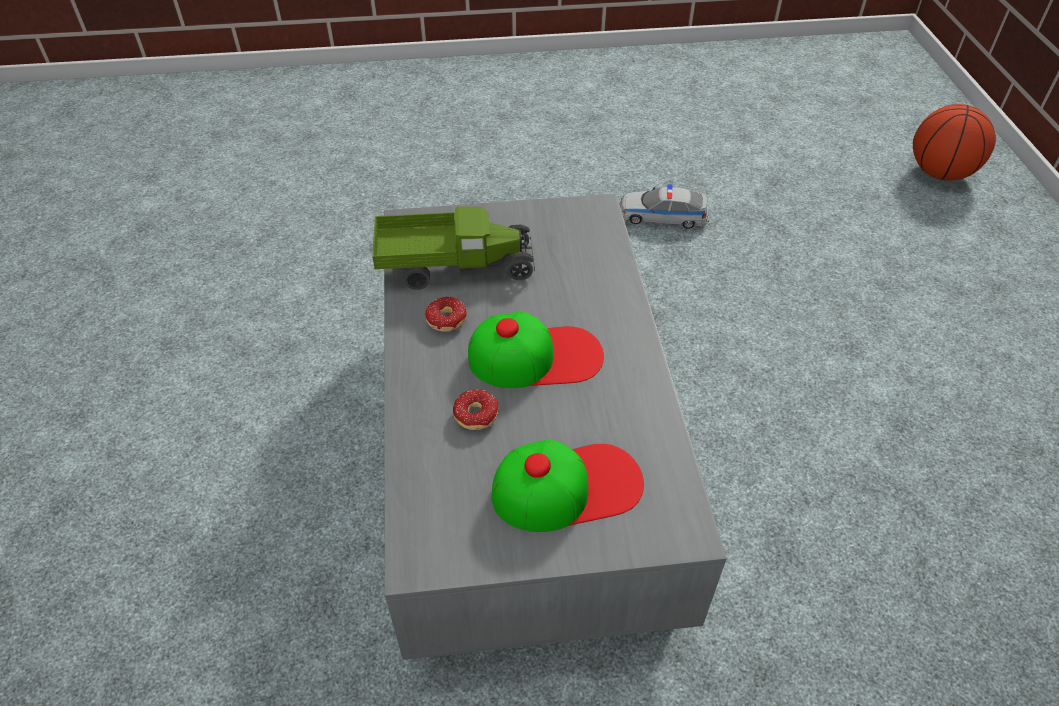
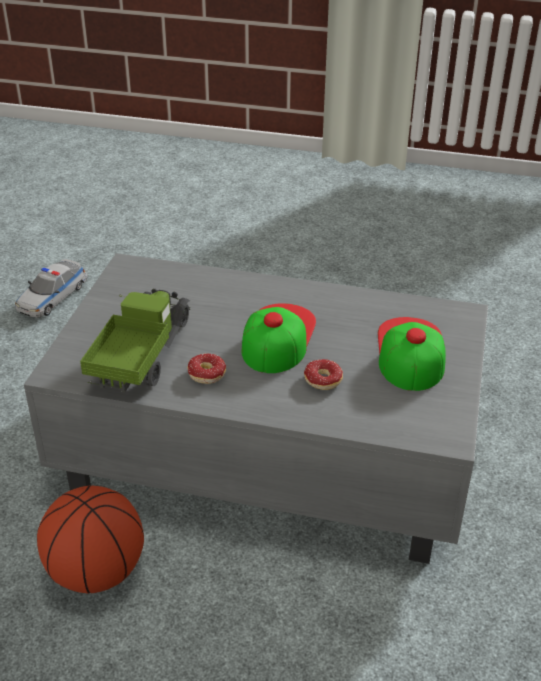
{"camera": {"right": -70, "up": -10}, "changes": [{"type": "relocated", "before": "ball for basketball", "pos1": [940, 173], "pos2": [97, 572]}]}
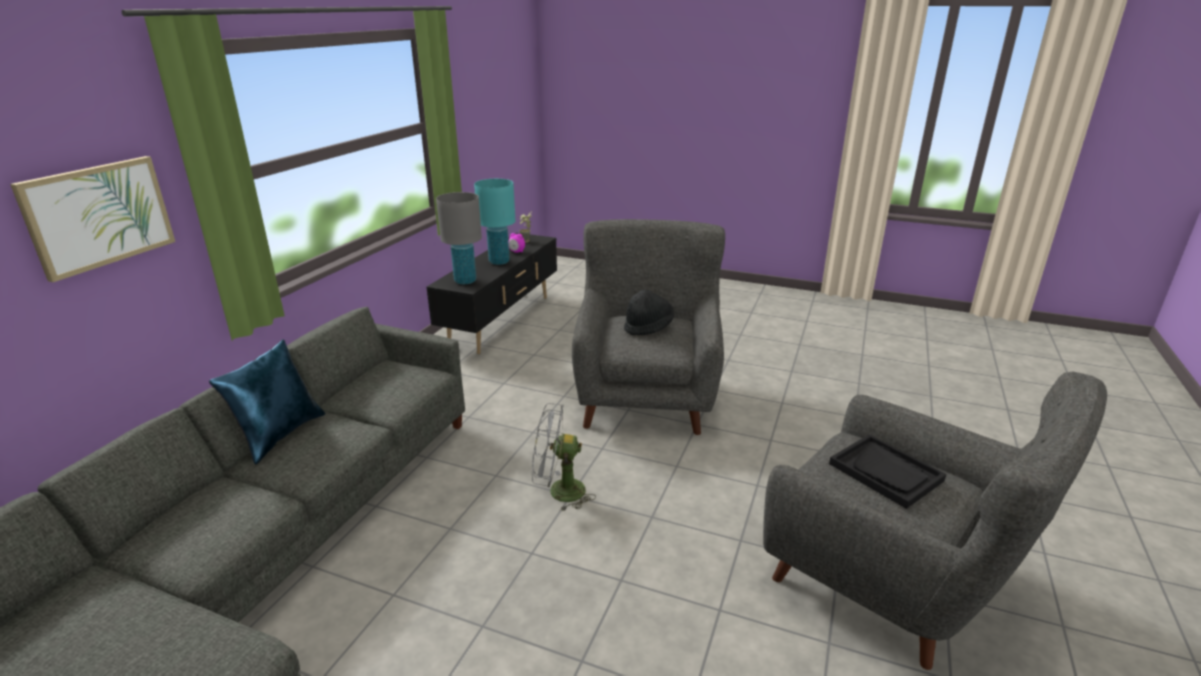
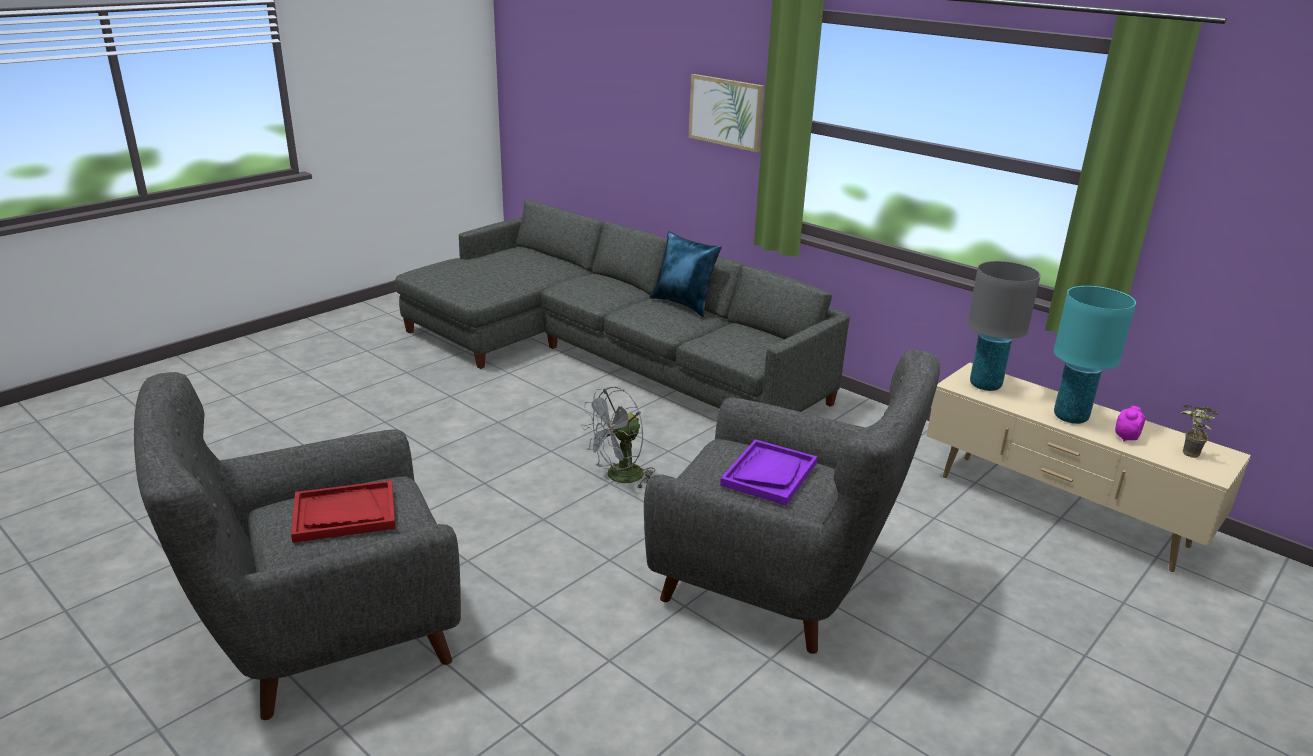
{"camera": {"right": 110, "up": 0}, "changes": [{"type": "colour", "before": "carrying tray/black-coloured", "after": "carrying tray/red-coloured", "pos1": [886, 472], "pos2": [344, 514]}, {"type": "spun", "before": "electric fan/greyish", "pos1": [559, 492], "pos2": [619, 477], "turn": -150}, {"type": "exchanged", "before": "clothing hat/black-coloured", "after": "carrying tray/purple-coloured", "pos1": [648, 327], "pos2": [769, 474]}, {"type": "colour", "before": "tv unit/black-coloured", "after": "tv unit/beige-coloured", "pos1": [502, 321], "pos2": [1060, 511]}]}
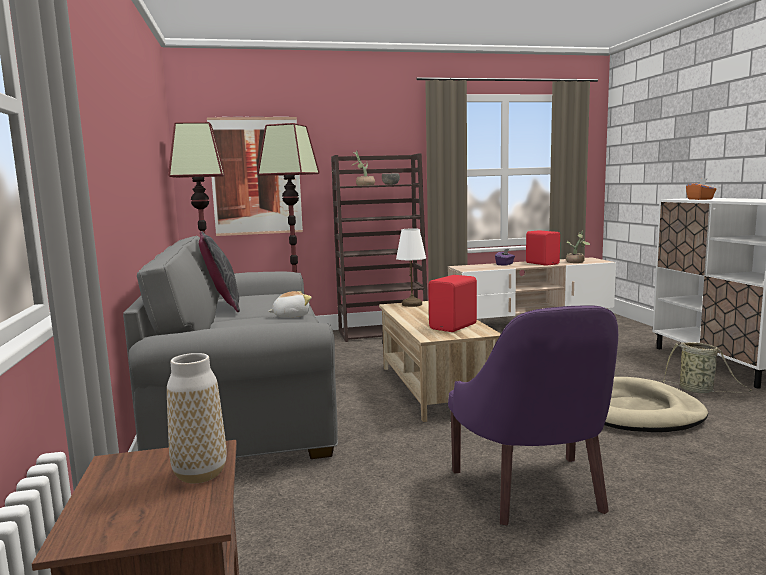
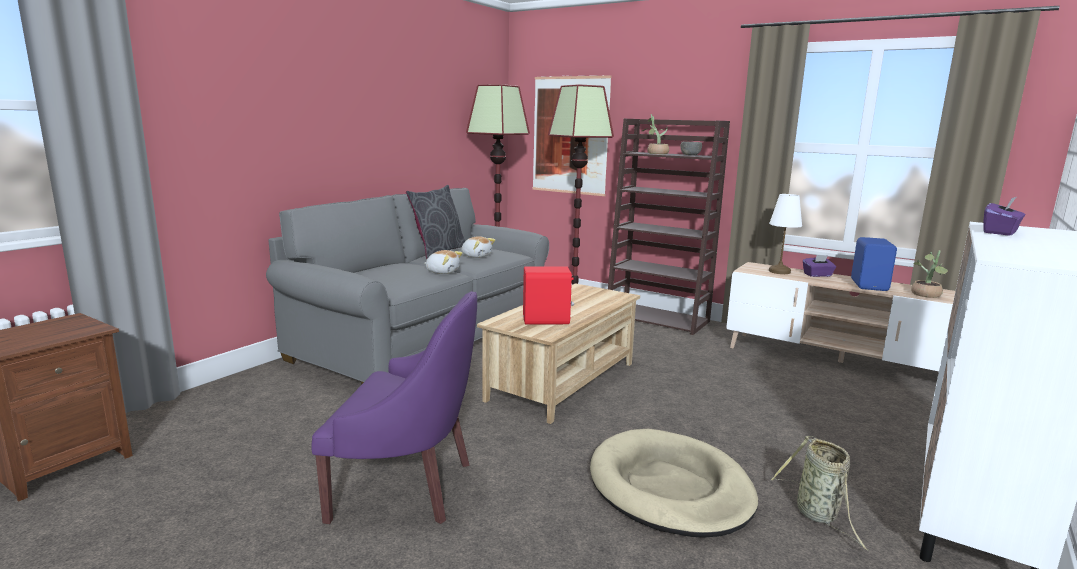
{"camera": {"right": 45, "up": 5}, "changes": [{"type": "spun", "before": "armchair/purple-coloured", "pos1": [533, 490], "pos2": [407, 486], "turn": -120}, {"type": "appeared", "after": "cuddly toy", "pos2": [476, 256]}, {"type": "relocated", "before": "tabletop lamp/whitish", "pos1": [412, 304], "pos2": [779, 271]}, {"type": "colour", "before": "speaker/red-coloured", "after": "speaker/blue-coloured", "pos1": [542, 263], "pos2": [870, 285]}, {"type": "colour", "before": "tissue box/orange", "after": "tissue box/purple-coloured", "pos1": [700, 199], "pos2": [1000, 232]}, {"type": "missing", "before": "vase", "pos1": [200, 474]}]}
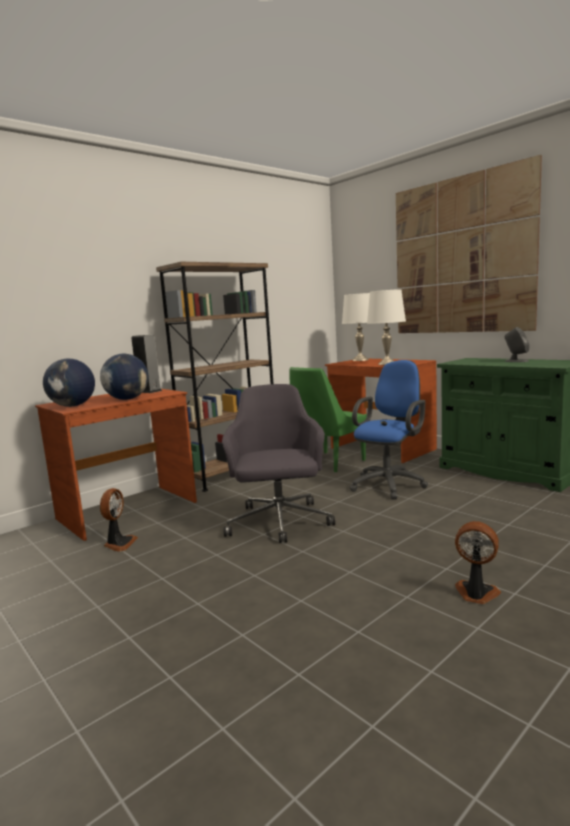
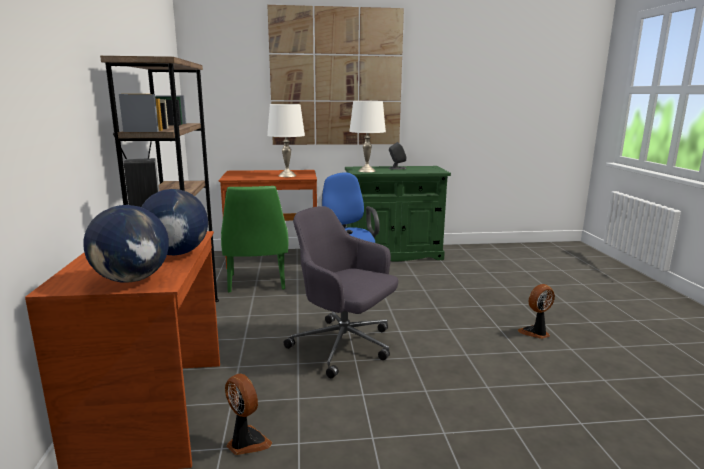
{"camera": {"right": -55, "up": 5}, "changes": [{"type": "relocated", "before": "tabletop lamp/whitish", "pos1": [360, 360], "pos2": [367, 171]}]}
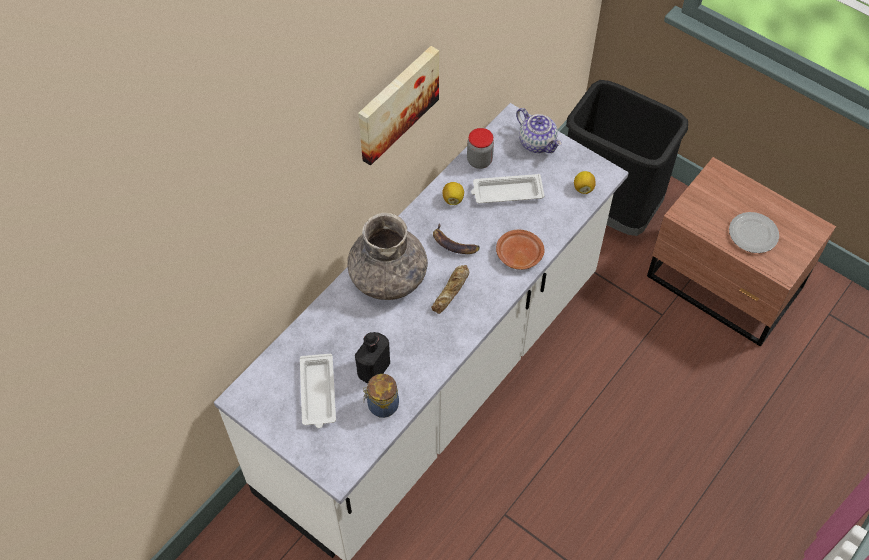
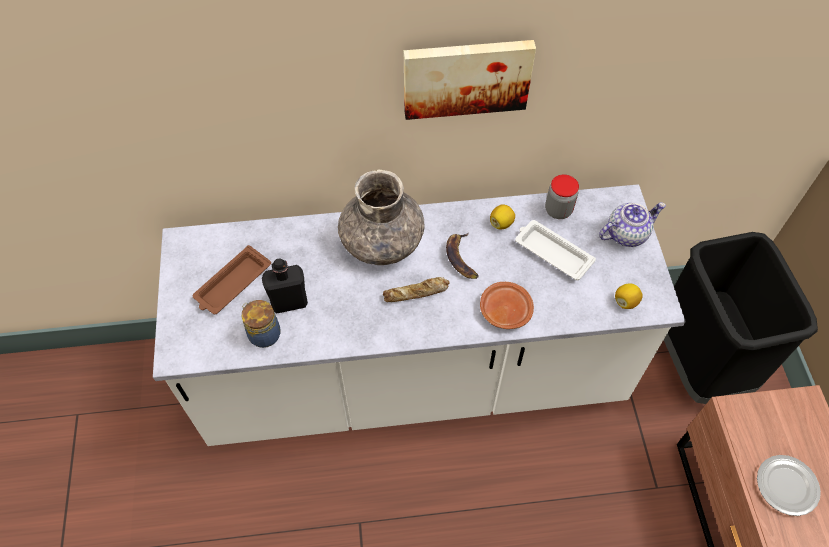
{"camera": {"right": 45, "up": 0}, "changes": [{"type": "colour", "before": "carrying tray/whitish", "after": "carrying tray/brownish", "pos1": [318, 393], "pos2": [232, 284]}, {"type": "spun", "before": "pot for tea", "pos1": [537, 143], "pos2": [626, 233], "turn": -120}]}
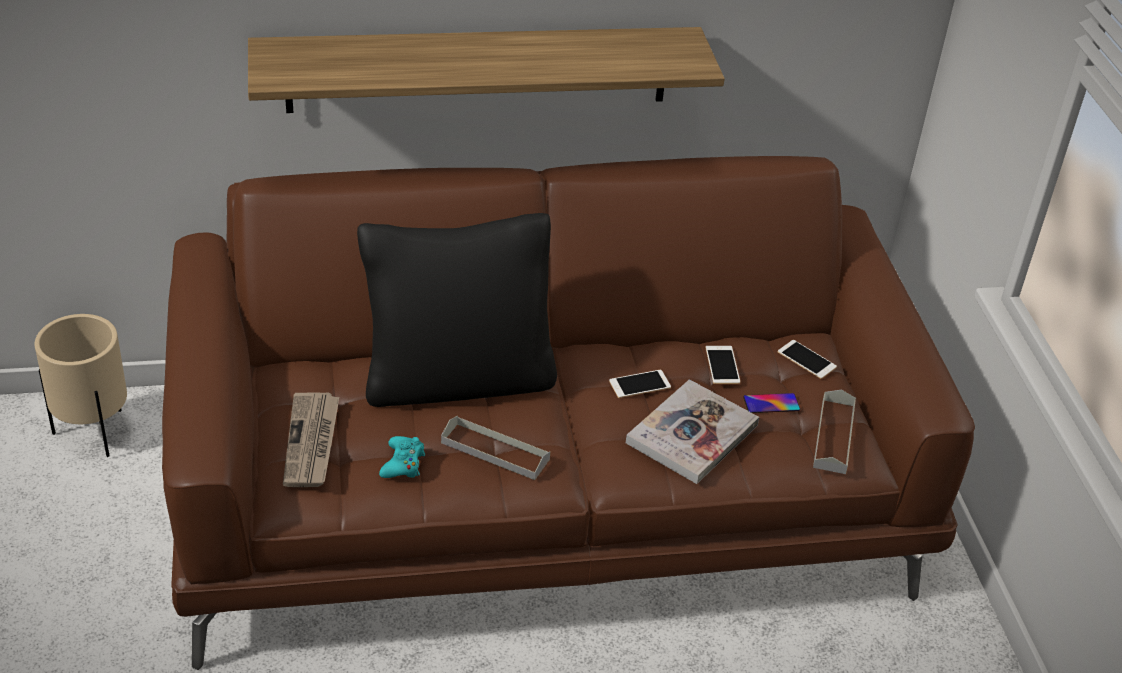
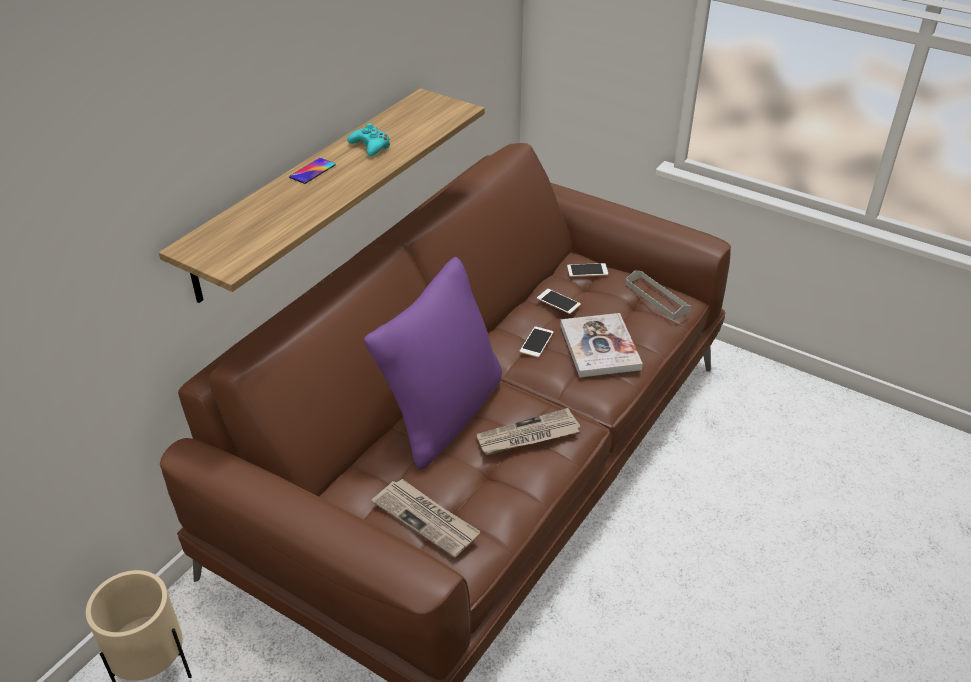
{"camera": {"right": -45, "up": 0}, "changes": [{"type": "relocated", "before": "telephone", "pos1": [771, 403], "pos2": [312, 171]}, {"type": "relocated", "before": "gamepad/turquoise", "pos1": [403, 463], "pos2": [370, 146]}, {"type": "colour", "before": "throw pillow/black-coloured", "after": "throw pillow/purple-coloured", "pos1": [458, 379], "pos2": [442, 415]}, {"type": "exchanged", "before": "carrying tray/greyish", "after": "newspaper", "pos1": [495, 451], "pos2": [527, 436]}]}
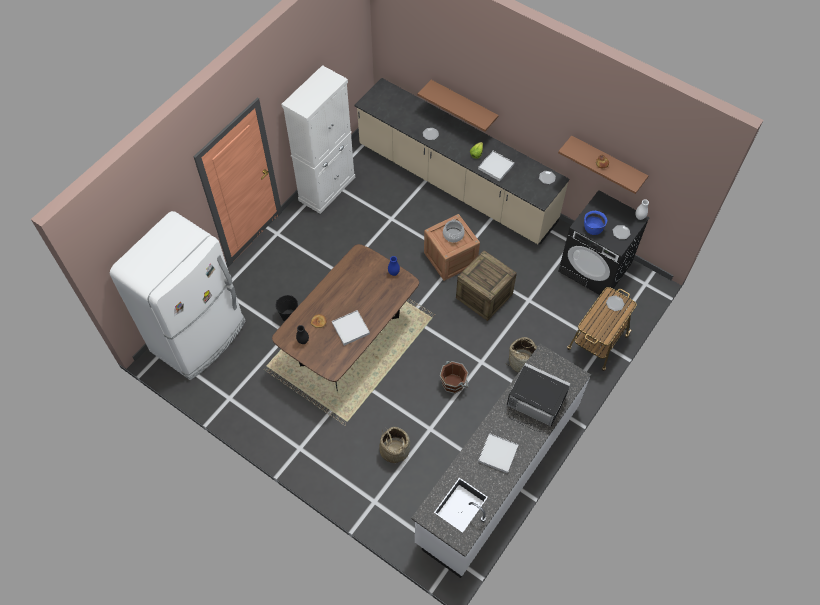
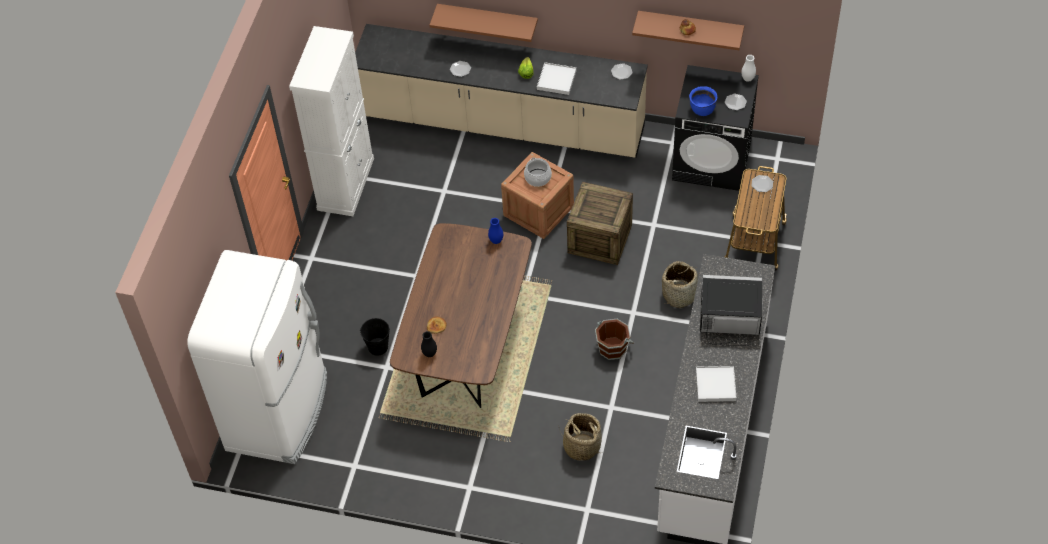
{"camera": {"right": -20, "up": -5}, "changes": [{"type": "missing", "before": "carrying tray/whitish", "pos1": [350, 328]}]}
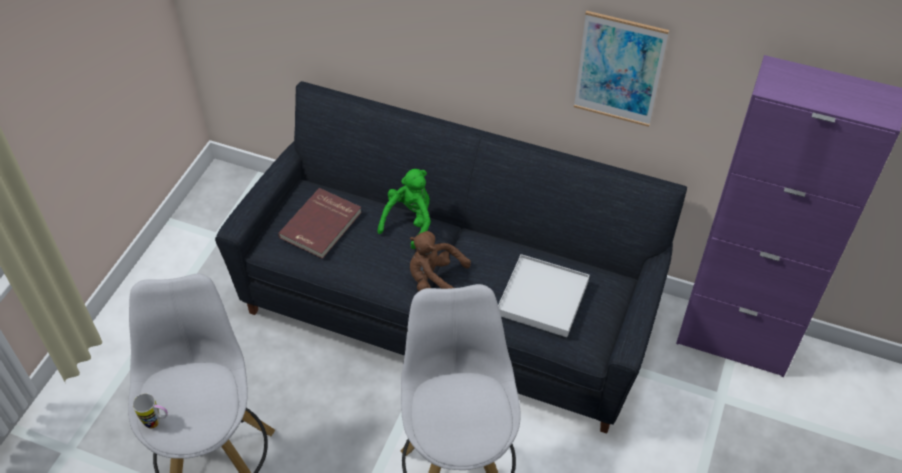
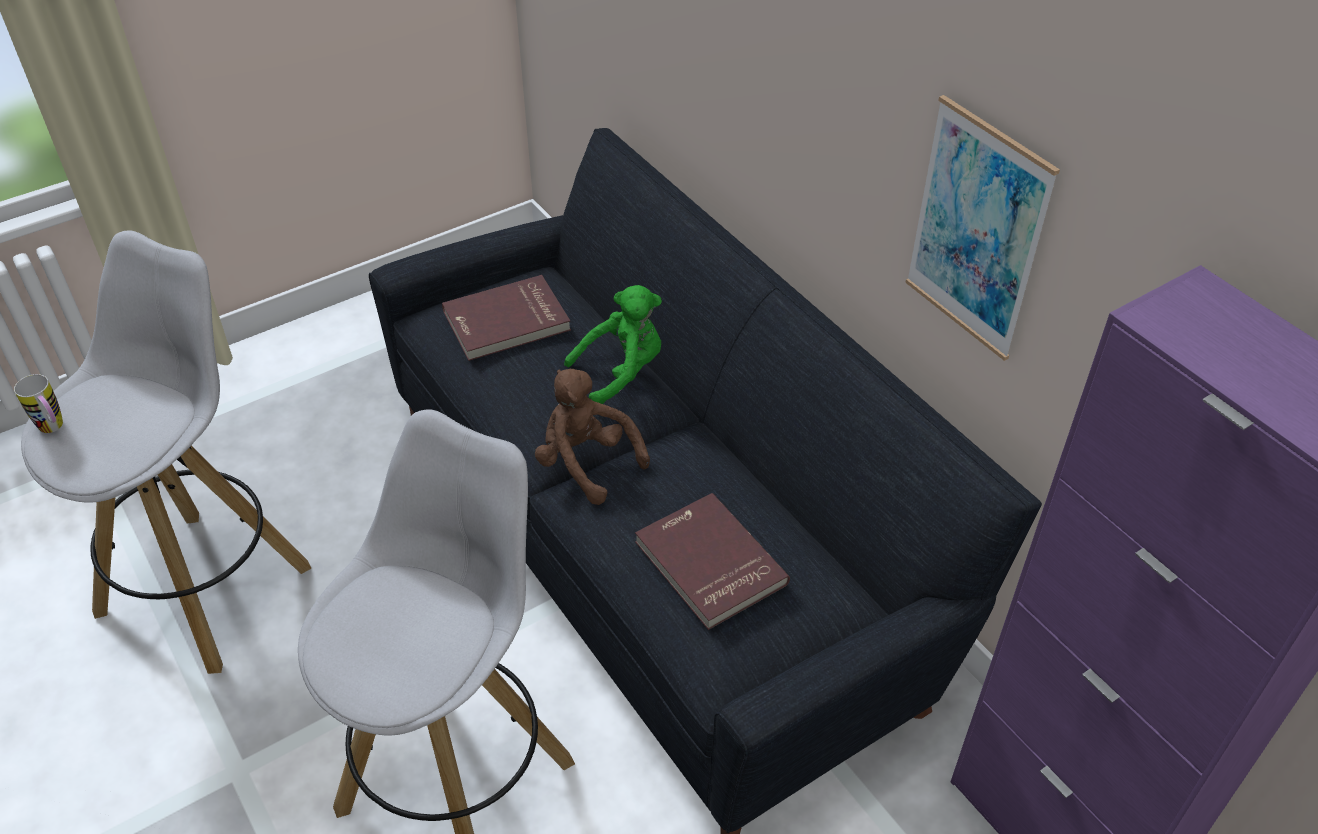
{"camera": {"right": 35, "up": -5}, "changes": [{"type": "exchanged", "before": "carrying tray/whitish", "after": "bound book/red-coloured", "pos1": [543, 298], "pos2": [708, 564]}]}
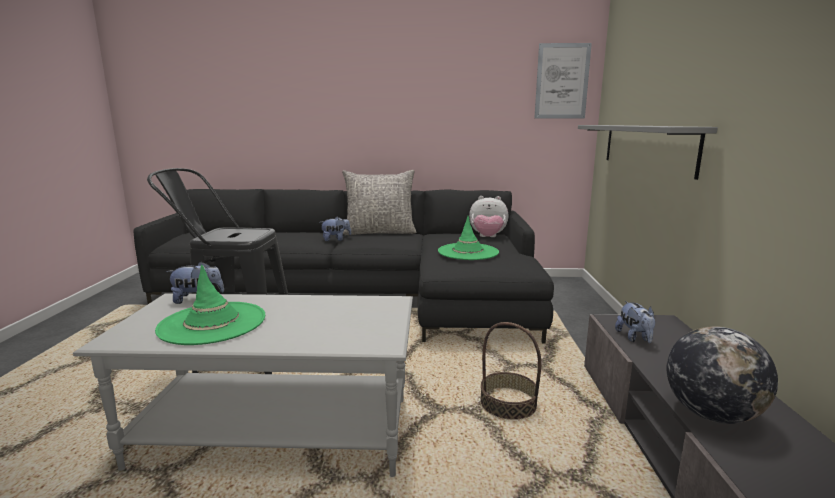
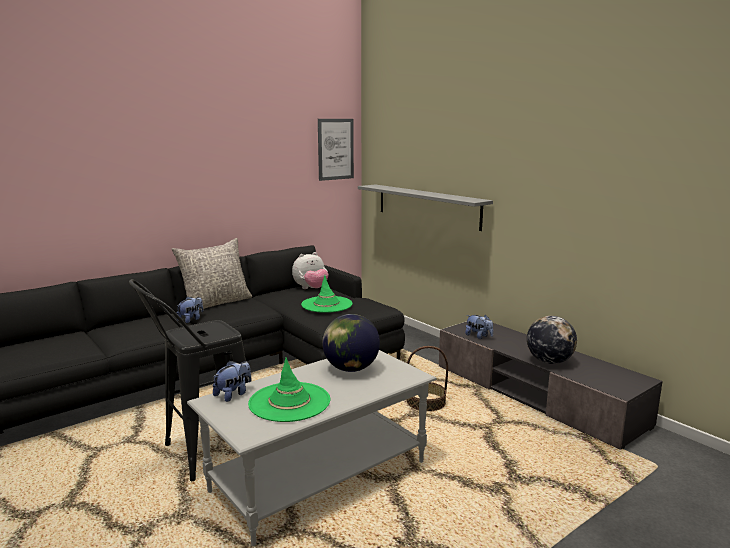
{"camera": {"right": -40, "up": 0}, "changes": [{"type": "appeared", "after": "desk globe", "pos2": [350, 369]}]}
